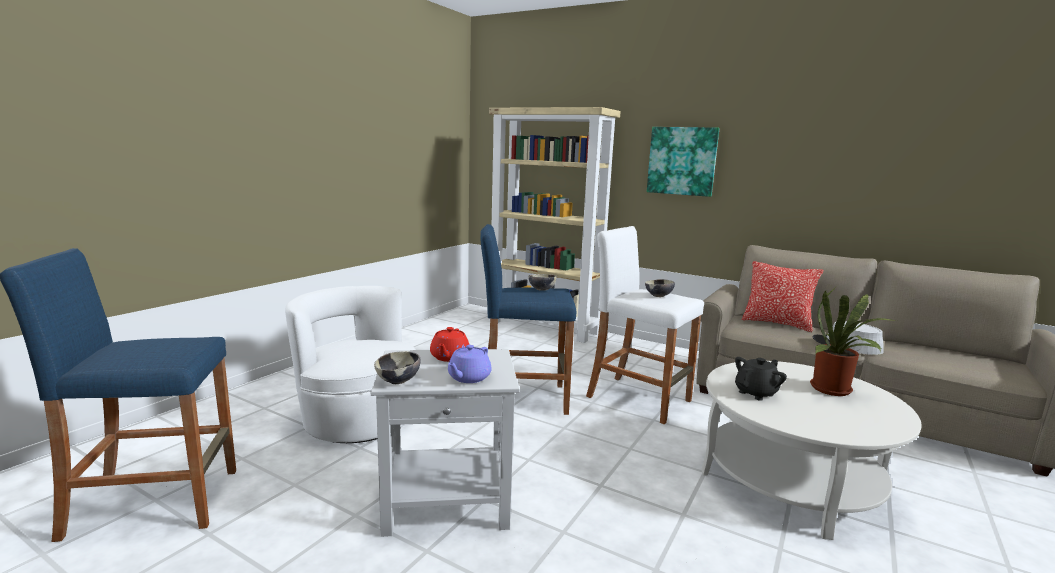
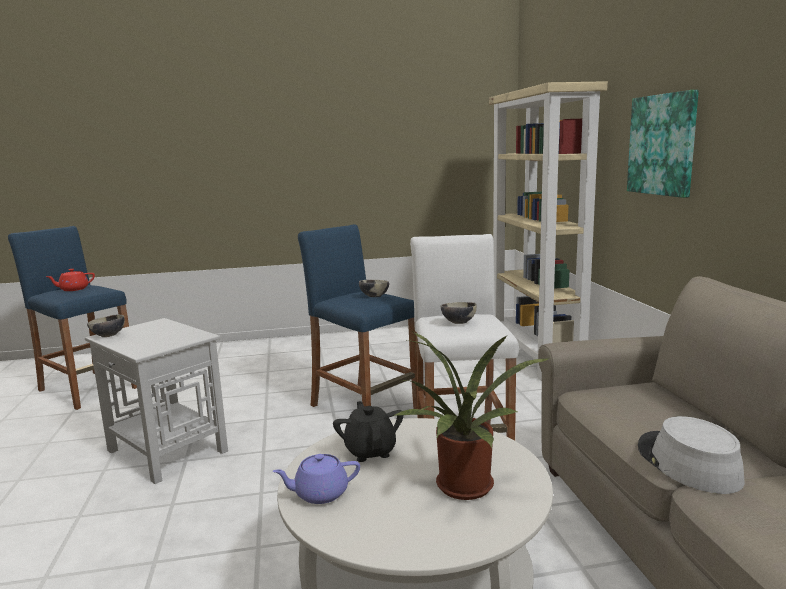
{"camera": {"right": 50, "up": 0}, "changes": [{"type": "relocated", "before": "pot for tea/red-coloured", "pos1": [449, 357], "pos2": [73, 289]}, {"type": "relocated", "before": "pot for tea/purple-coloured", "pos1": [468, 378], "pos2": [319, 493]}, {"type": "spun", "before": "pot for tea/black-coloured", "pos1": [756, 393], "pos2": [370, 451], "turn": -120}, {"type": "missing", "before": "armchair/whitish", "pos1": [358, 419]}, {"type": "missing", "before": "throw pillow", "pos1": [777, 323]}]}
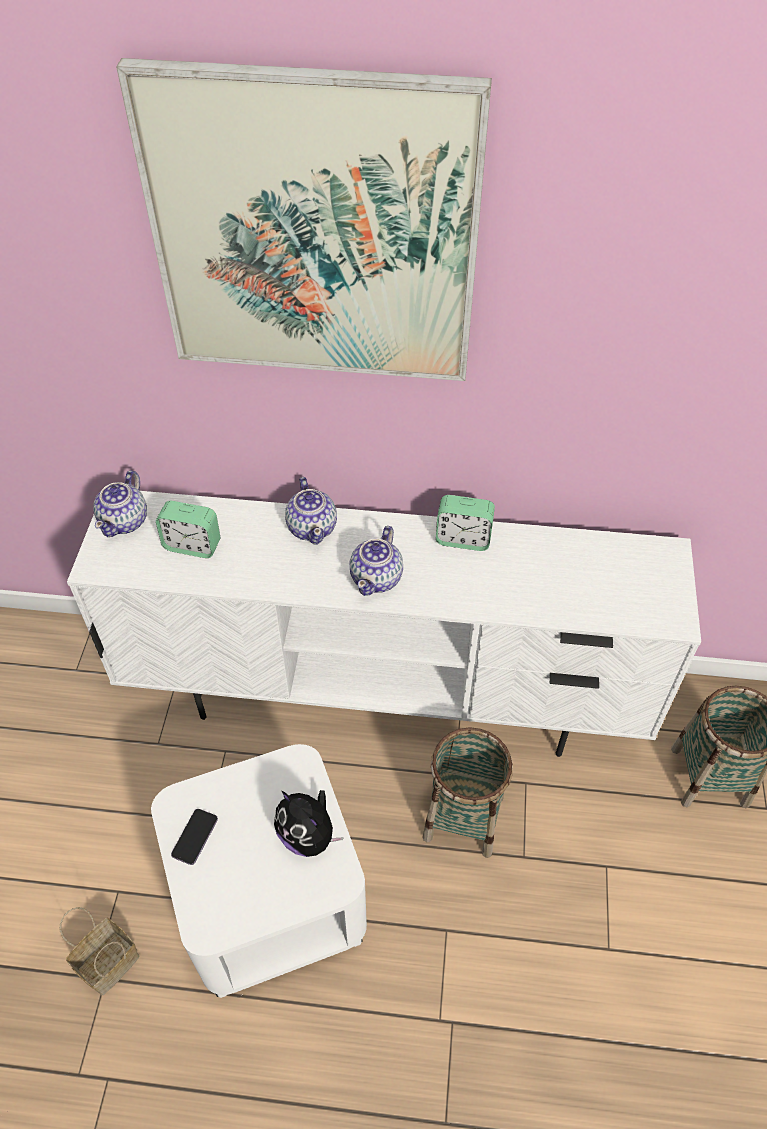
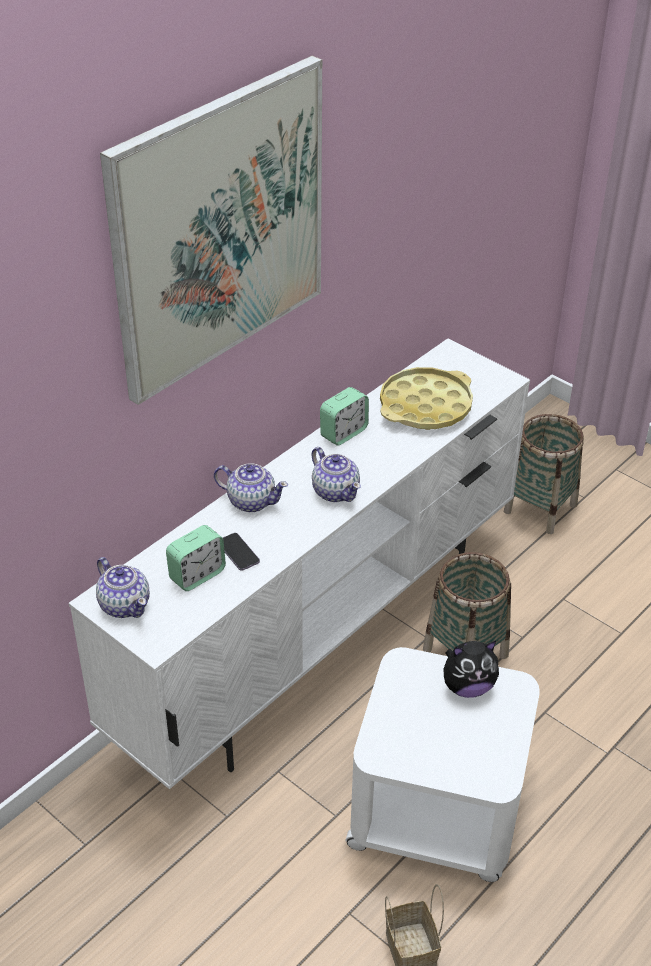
{"camera": {"right": -55, "up": -10}, "changes": [{"type": "relocated", "before": "telephone", "pos1": [195, 837], "pos2": [238, 553]}, {"type": "appeared", "after": "carrying tray/yellow-coloured", "pos2": [425, 406]}]}
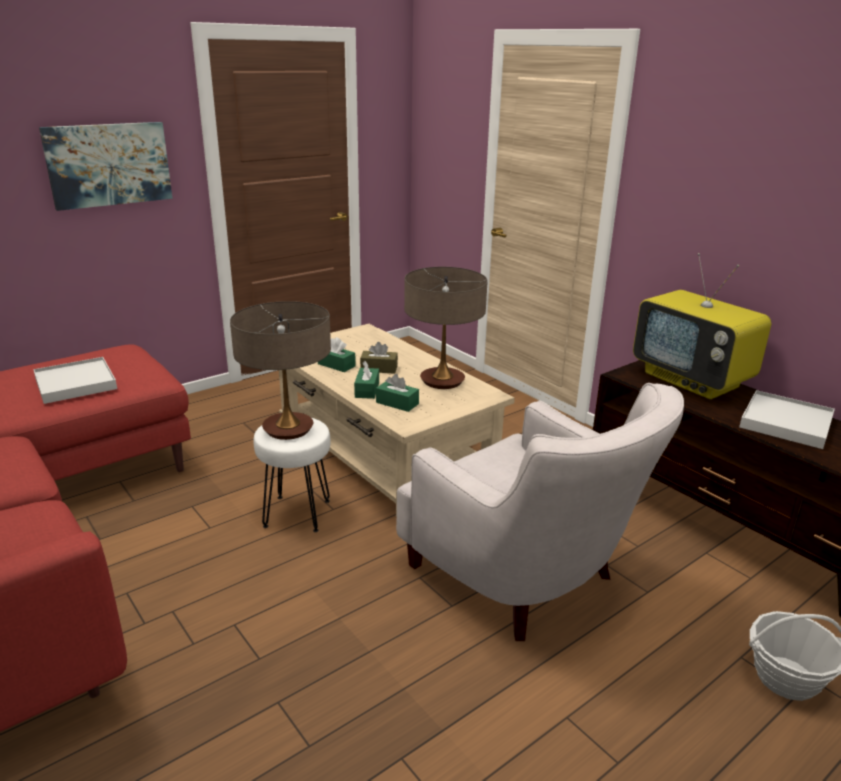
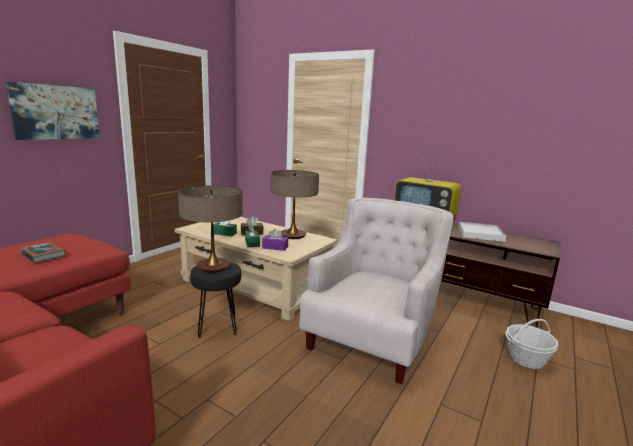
{"camera": {"right": -20, "up": -10}, "changes": [{"type": "exchanged", "before": "carrying tray/whitish", "after": "bound book", "pos1": [76, 383], "pos2": [43, 255]}, {"type": "colour", "before": "stool seat/whitish", "after": "stool seat/black-coloured", "pos1": [298, 513], "pos2": [218, 326]}, {"type": "colour", "before": "tissue box/green", "after": "tissue box/purple-coloured", "pos1": [397, 403], "pos2": [275, 247]}, {"type": "spun", "before": "armchair/whitish", "pos1": [524, 578], "pos2": [373, 337], "turn": -90}]}
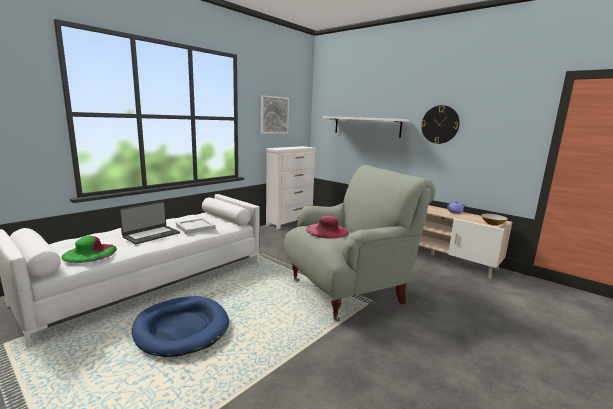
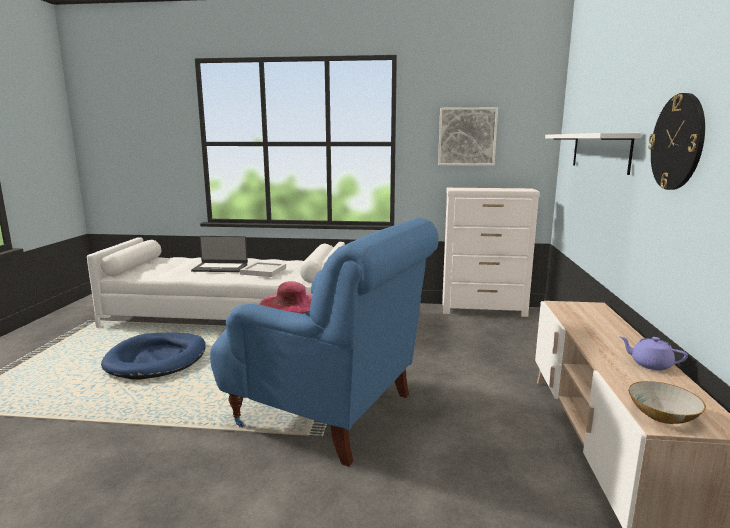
{"camera": {"right": 55, "up": 0}, "changes": [{"type": "colour", "before": "armchair/greyish", "after": "armchair/blue-coloured", "pos1": [348, 291], "pos2": [329, 411]}, {"type": "missing", "before": "clothing hat/green", "pos1": [90, 253]}]}
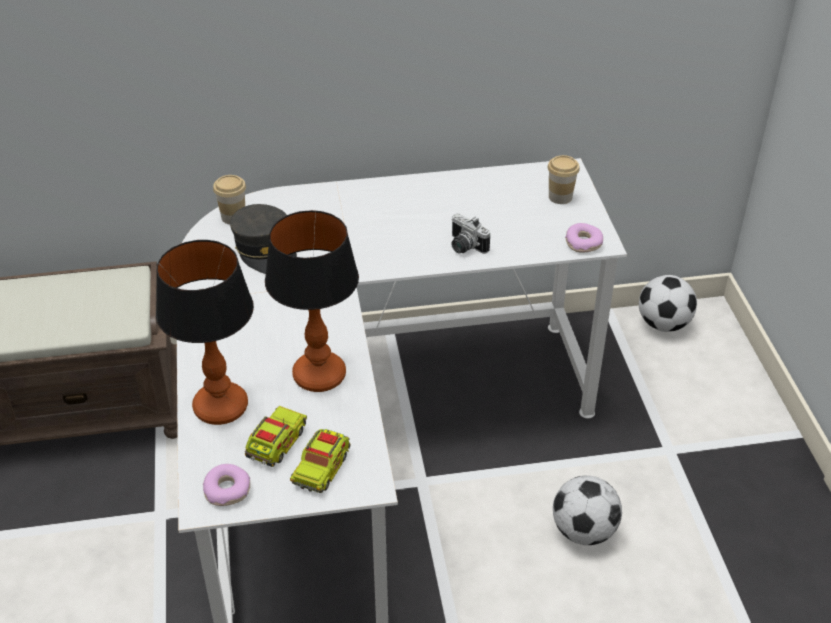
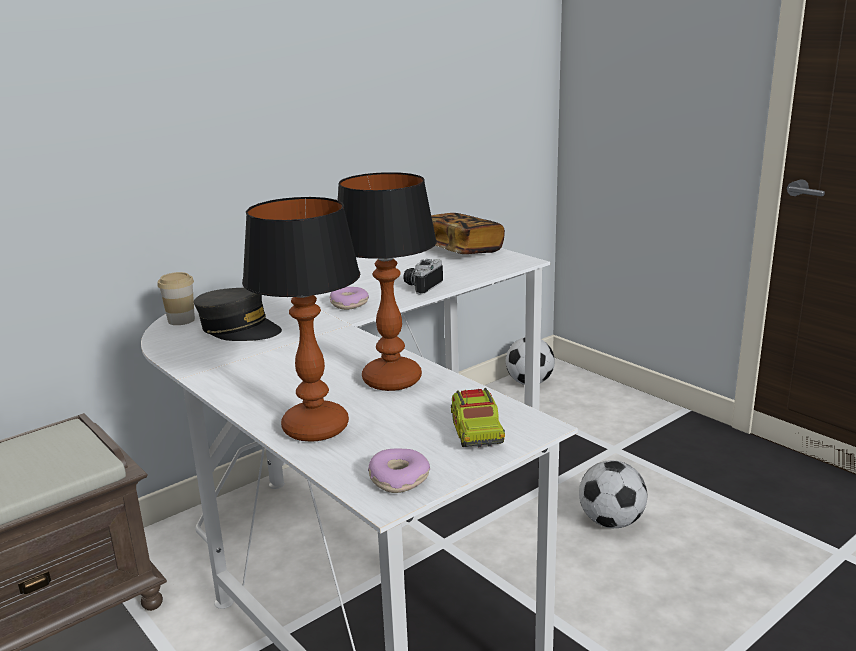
{"camera": {"right": -30, "up": -20}, "changes": [{"type": "relocated", "before": "doughnut", "pos1": [583, 243], "pos2": [349, 304]}, {"type": "spun", "before": "photo camera", "pos1": [464, 247], "pos2": [421, 286], "turn": 105}, {"type": "exchanged", "before": "small cup", "after": "bound book", "pos1": [560, 197], "pos2": [461, 250]}, {"type": "missing", "before": "toy truck", "pos1": [276, 444]}]}
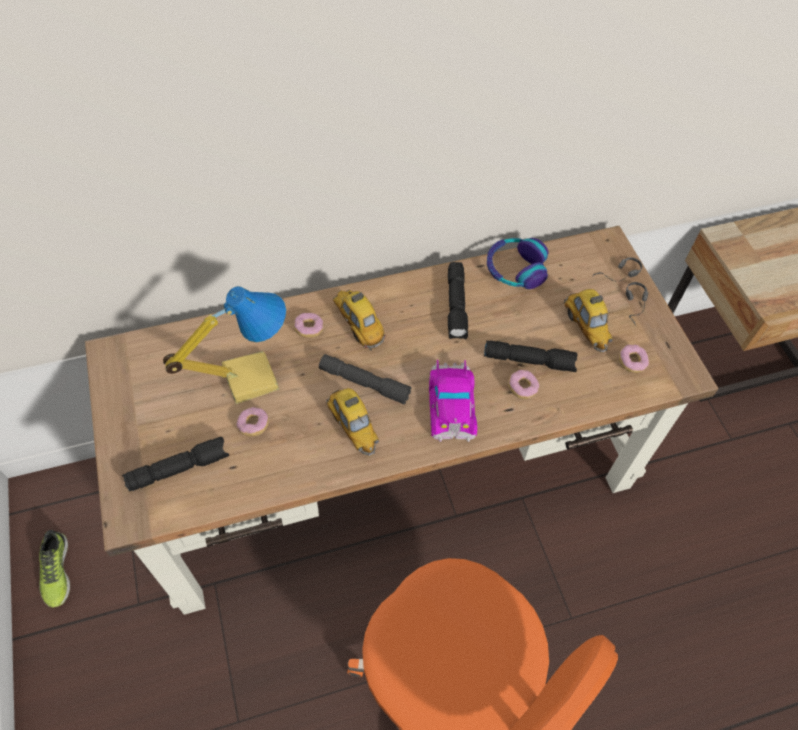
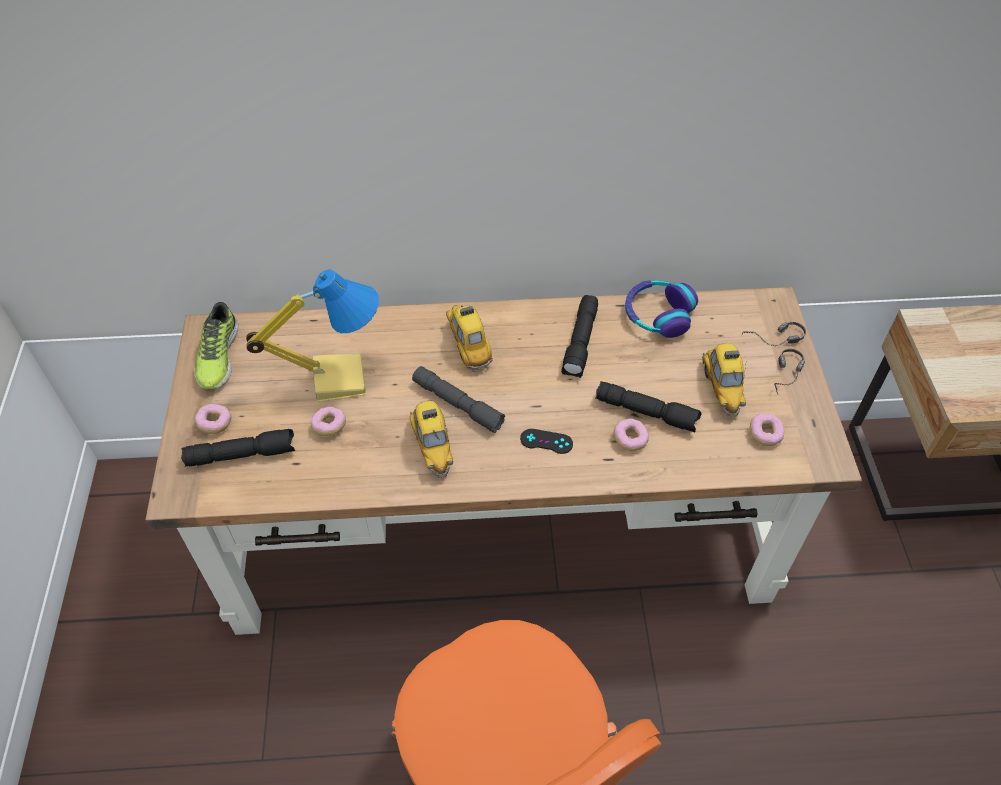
{"camera": {"right": 15, "up": -5}, "changes": [{"type": "relocated", "before": "shoe", "pos1": [56, 571], "pos2": [217, 356]}, {"type": "relocated", "before": "doughnut", "pos1": [309, 329], "pos2": [215, 423]}, {"type": "exchanged", "before": "miniature car", "after": "gamepad/black-coloured", "pos1": [451, 403], "pos2": [546, 441]}]}
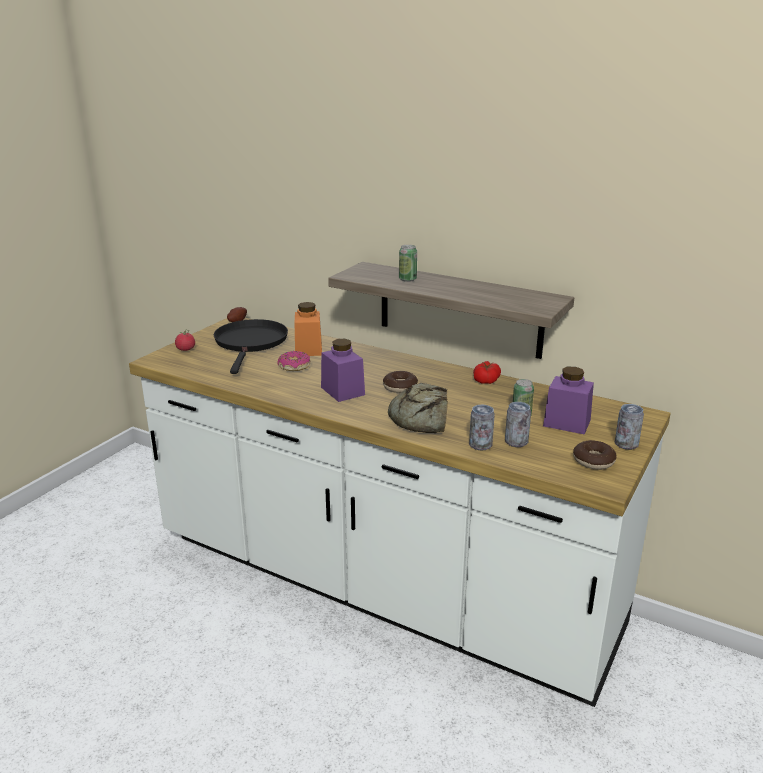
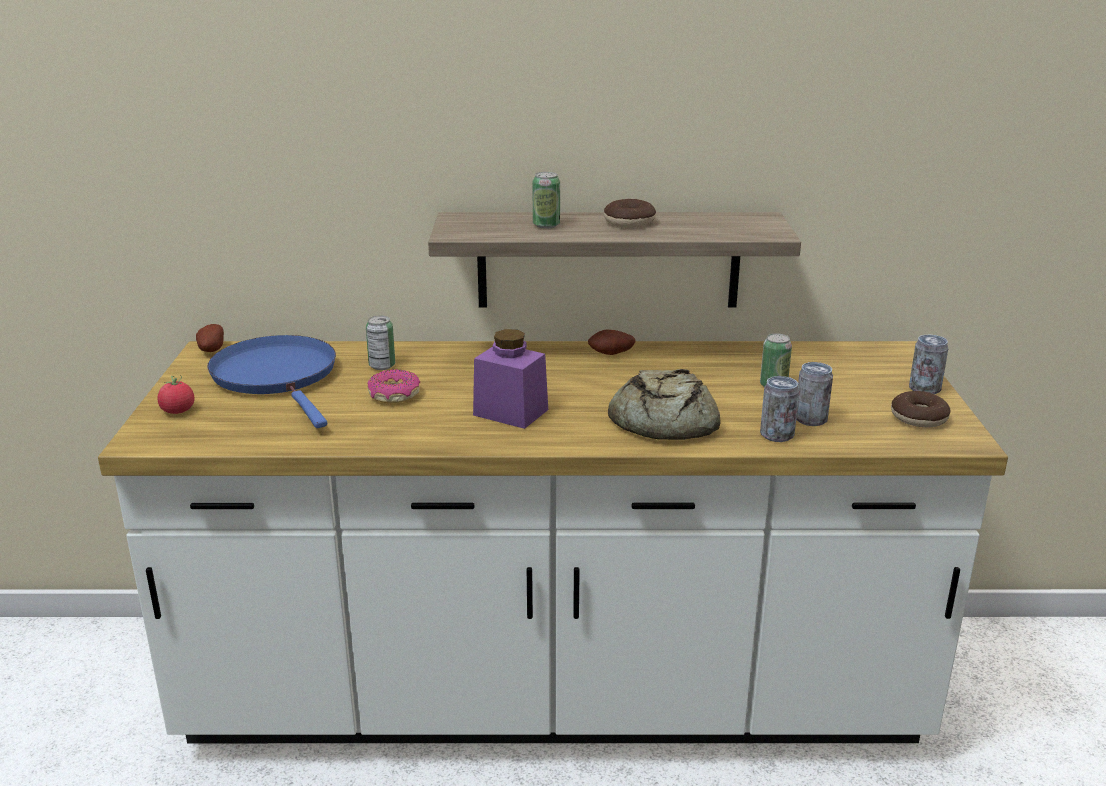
{"camera": {"right": -30, "up": 0}, "changes": [{"type": "colour", "before": "pan/black-coloured", "after": "pan/blue-coloured", "pos1": [251, 343], "pos2": [278, 376]}, {"type": "exchanged", "before": "preserve jar/orange", "after": "metal can", "pos1": [308, 349], "pos2": [382, 366]}, {"type": "appeared", "after": "whole potato", "pos2": [611, 355]}, {"type": "relocated", "before": "doughnut", "pos1": [400, 387], "pos2": [629, 222]}, {"type": "missing", "before": "whole tomato", "pos1": [486, 380]}, {"type": "missing", "before": "preserve jar/purple-coloured", "pos1": [566, 423]}]}
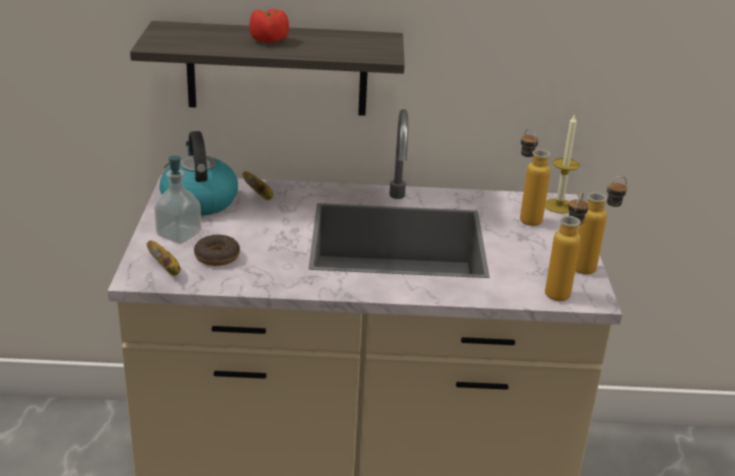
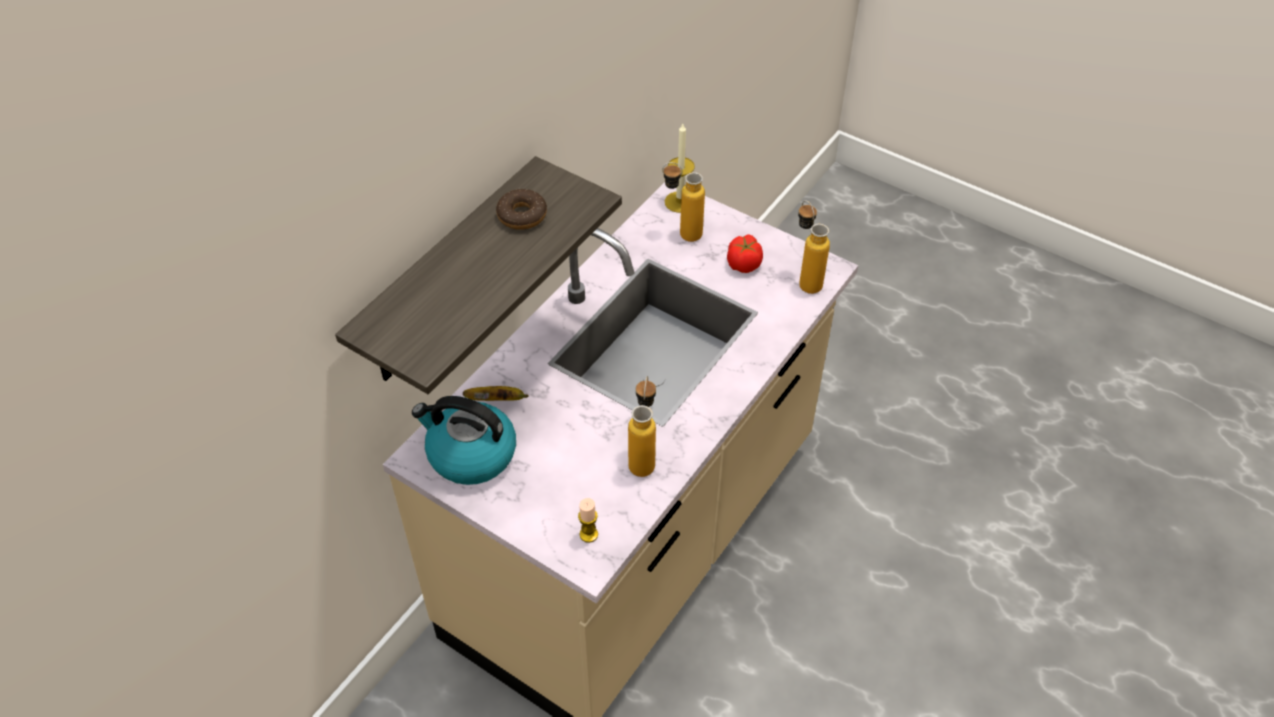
{"camera": {"right": -55, "up": 20}, "changes": [{"type": "relocated", "before": "doughnut", "pos1": [217, 256], "pos2": [522, 215]}, {"type": "exchanged", "before": "banana fruit", "after": "wax light", "pos1": [166, 269], "pos2": [588, 534]}, {"type": "relocated", "before": "bottle", "pos1": [592, 267], "pos2": [643, 458]}, {"type": "relocated", "before": "whole tomato", "pos1": [269, 40], "pos2": [744, 264]}, {"type": "missing", "before": "soap dispenser", "pos1": [179, 235]}]}
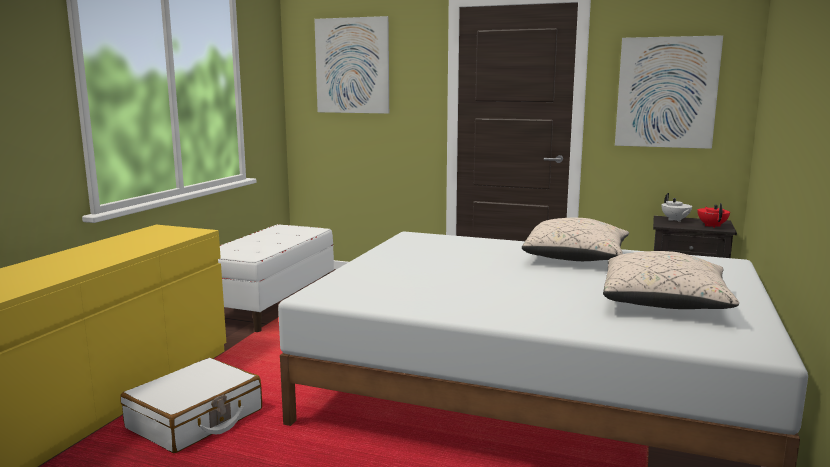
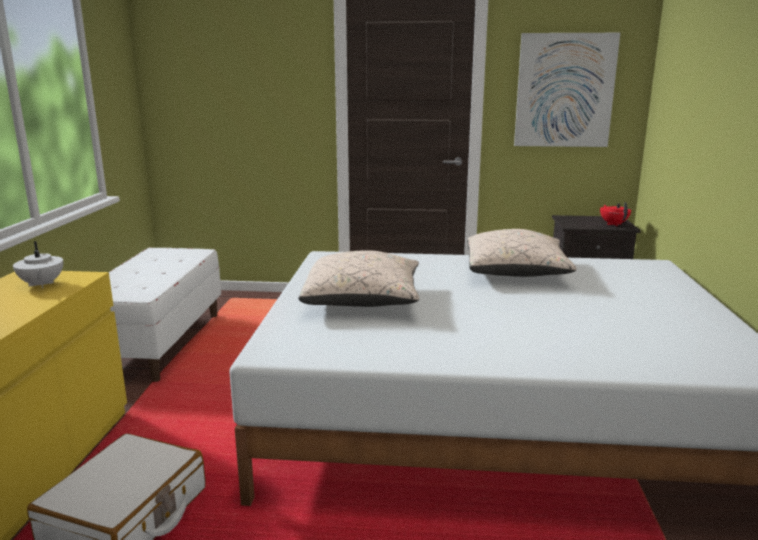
{"camera": {"right": -15, "up": 5}, "changes": [{"type": "relocated", "before": "pot for tea/whitish", "pos1": [675, 220], "pos2": [41, 284]}, {"type": "relocated", "before": "throw pillow/beige-coloured", "pos1": [664, 303], "pos2": [363, 300]}, {"type": "missing", "before": "wall art", "pos1": [352, 66]}]}
